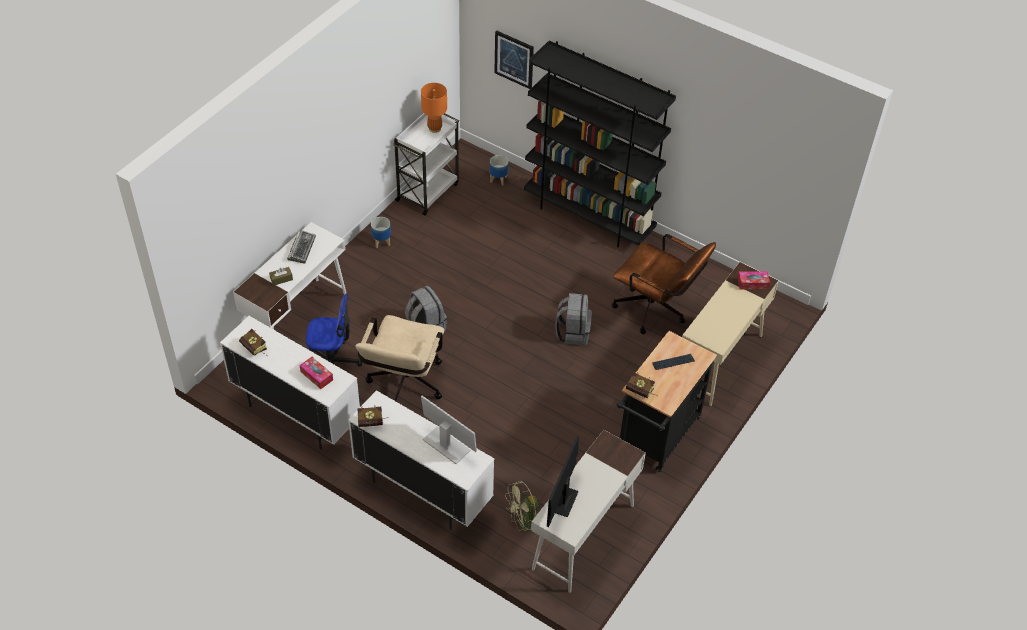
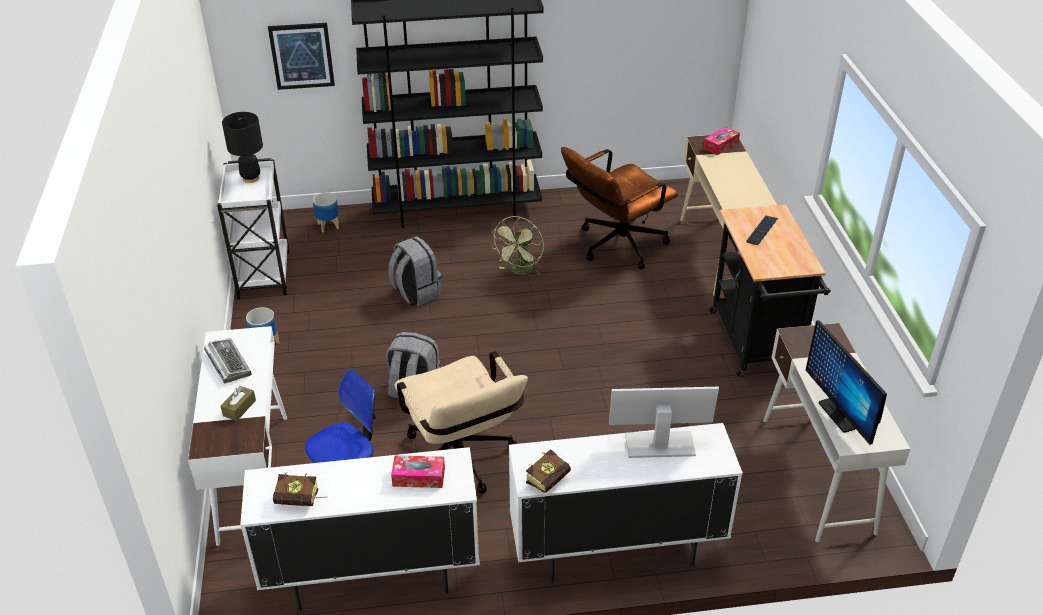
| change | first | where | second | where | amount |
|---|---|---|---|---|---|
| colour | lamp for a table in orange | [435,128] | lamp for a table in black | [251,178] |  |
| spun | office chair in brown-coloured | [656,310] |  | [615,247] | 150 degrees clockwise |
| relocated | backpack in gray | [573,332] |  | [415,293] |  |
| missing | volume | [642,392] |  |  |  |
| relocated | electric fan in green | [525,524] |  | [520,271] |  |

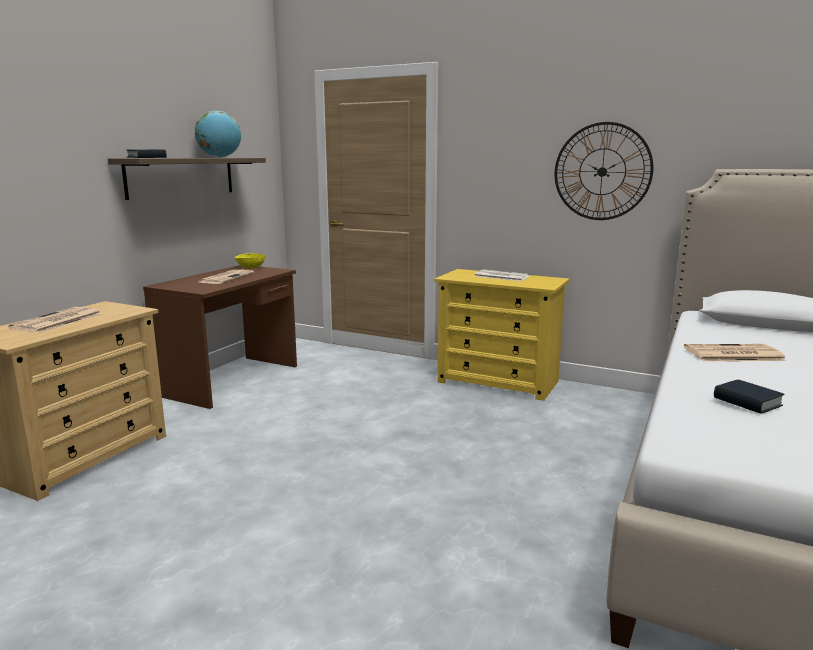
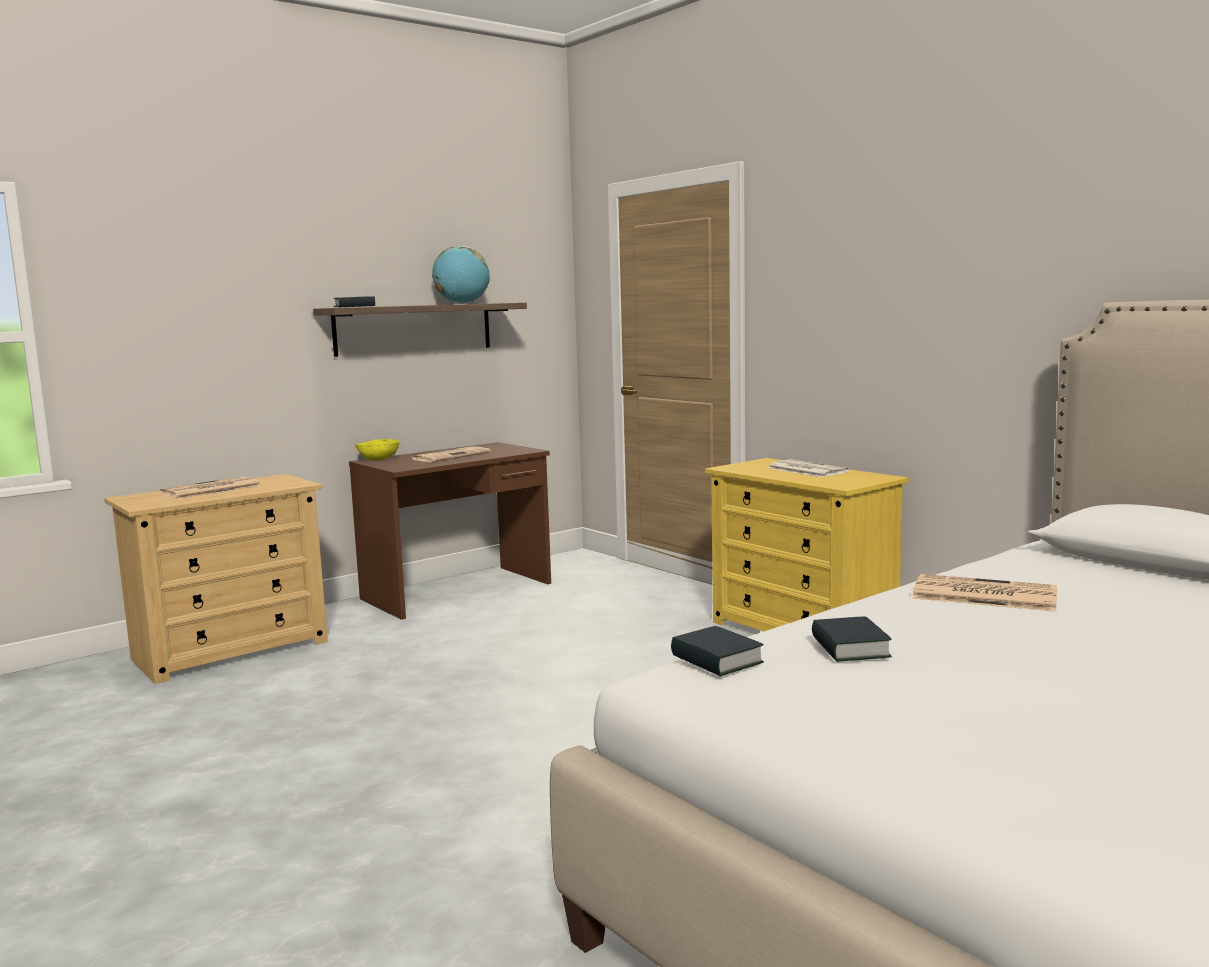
| change | first | where | second | where | amount |
|---|---|---|---|---|---|
| missing | wall clock | [602,171] |  |  |  |
| relocated | bowl in yellow-coloured | [250,268] |  | [378,460] |  |
| appeared |  |  | volume | [716,660] |  |

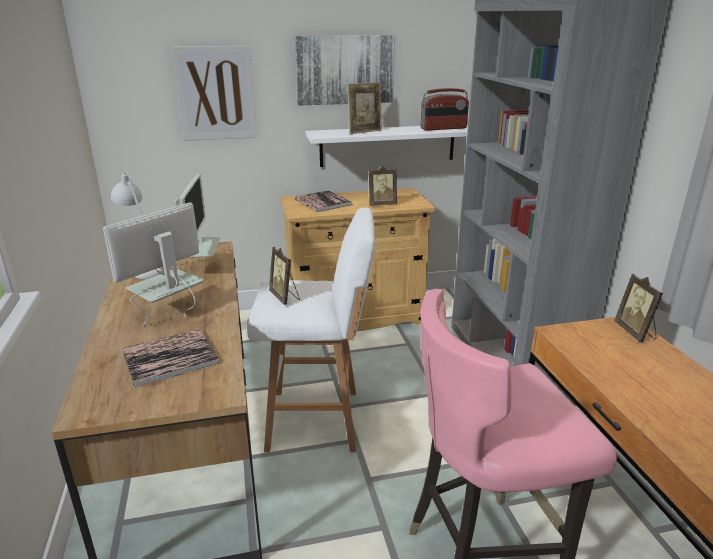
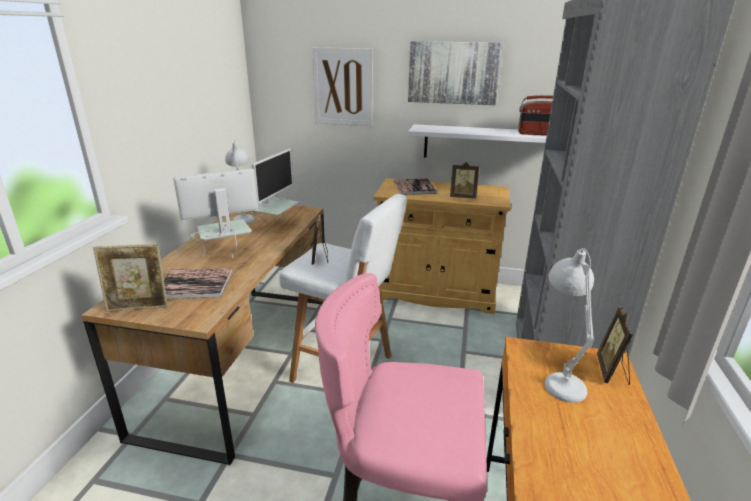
| change | first | where | second | where | amount |
|---|---|---|---|---|---|
| relocated | photo frame | [365,132] |  | [139,307] |  |
| appeared |  |  | lamp for a table in white | [559,376] |  |

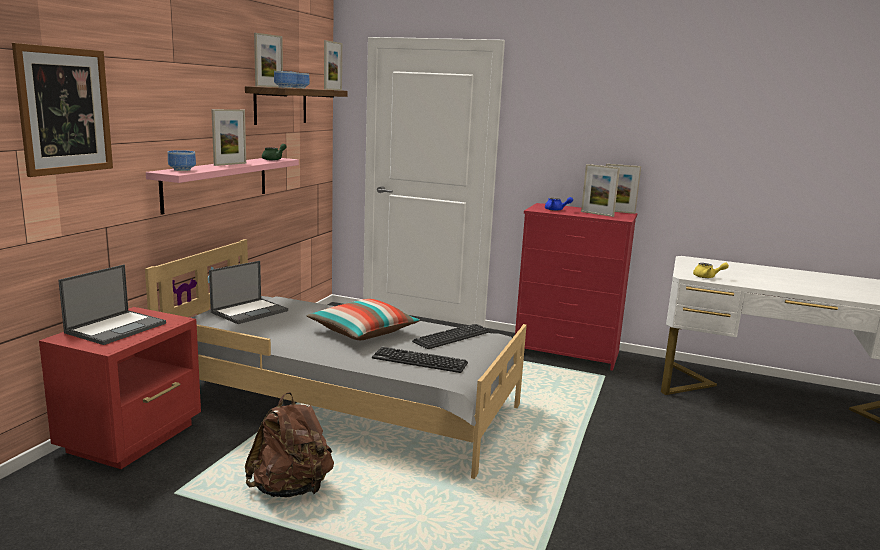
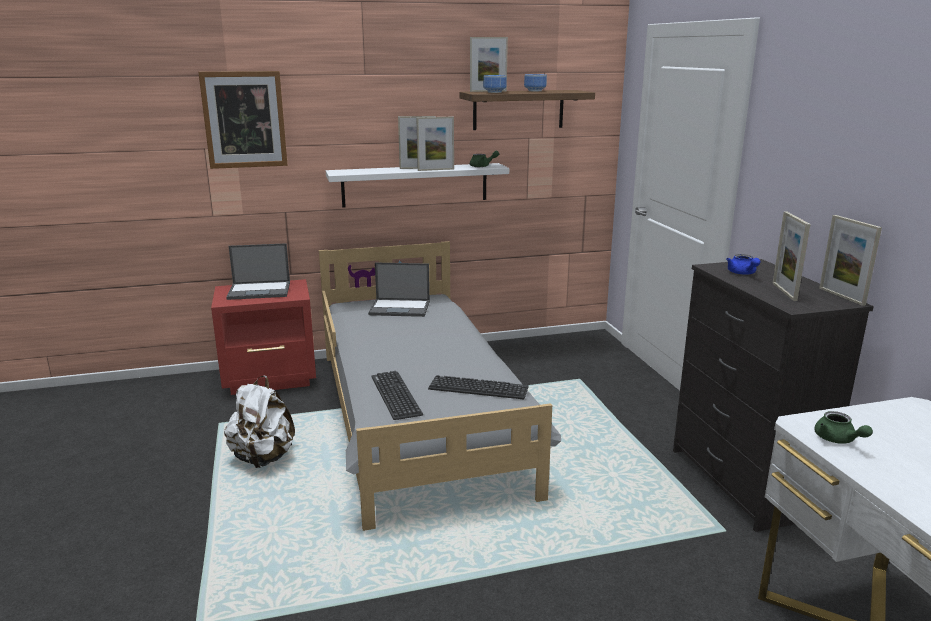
| change | first | where | second | where | amount |
|---|---|---|---|---|---|
| relocated | photo frame | [333,89] |  | [436,170] |  |
| missing | bowl | [182,170] |  |  |  |
| colour | bracket shelf in pink-coloured | [217,183] | bracket shelf in white | [415,185] |  |
| colour | dresser in red | [567,353] | dresser in black | [743,483] |  |
| colour | tea pot in yellow-coloured | [707,277] | tea pot in green | [838,440] |  |
| missing | cushion | [363,332] |  |  |  |
| colour | backpack in brown-coloured | [291,489] | backpack in white | [263,458] |  |

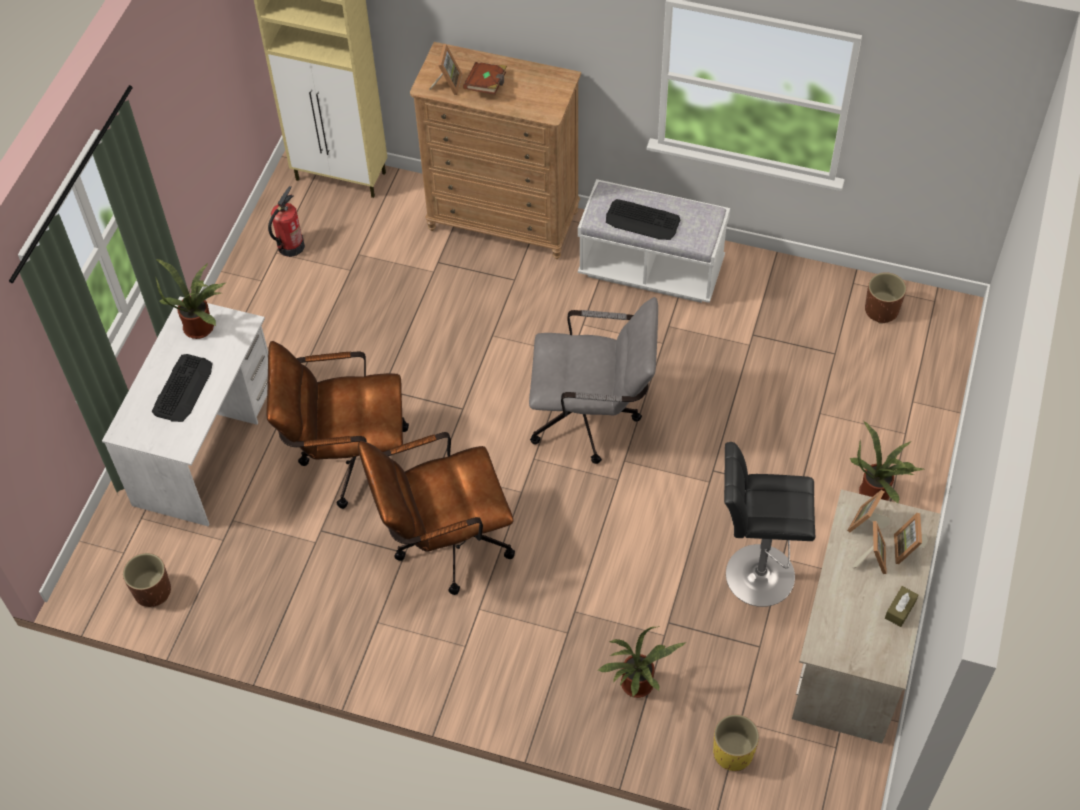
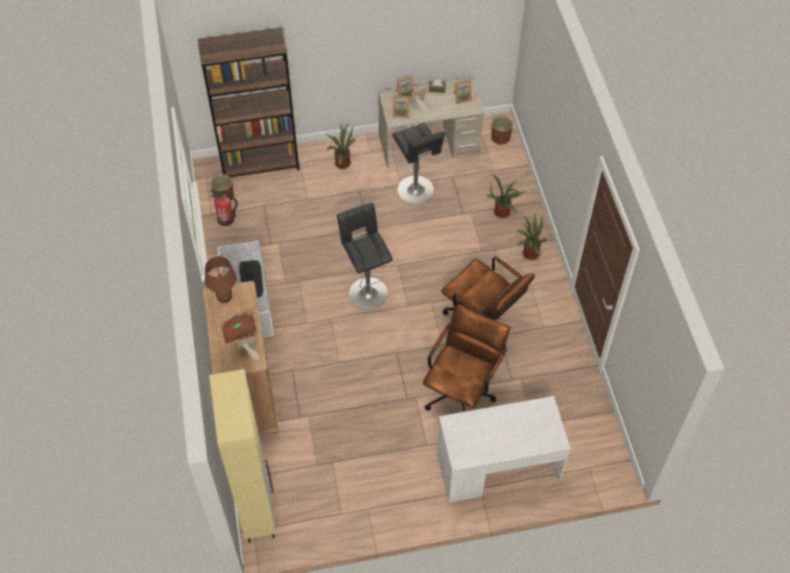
| change | first | where | second | where | amount |
|---|---|---|---|---|---|
| relocated | fire extinguisher | [290,246] |  | [226,219] |  |
| relocated | houseplant | [201,326] |  | [528,253] |  |
| exchanged | office chair in gray | [593,418] | stool in black | [366,291] |  |
| spun | office chair in brown-coloured | [348,459] |  | [462,390] | 120 degrees counterclockwise |
| missing | keyboard | [183,388] |  |  |  |
| relocated | flower pot in brown-coloured | [152,591] |  | [500,138] |  |
| missing | flower pot in yellow-coloured | [733,753] |  |  |  |
| appeared |  |  | bookshelf in brown-coloured | [260,164] |  |
| appeared |  |  | photo frame | [462,98] |  |
| appeared |  |  | lamp for a table in brown-coloured | [224,297] |  |

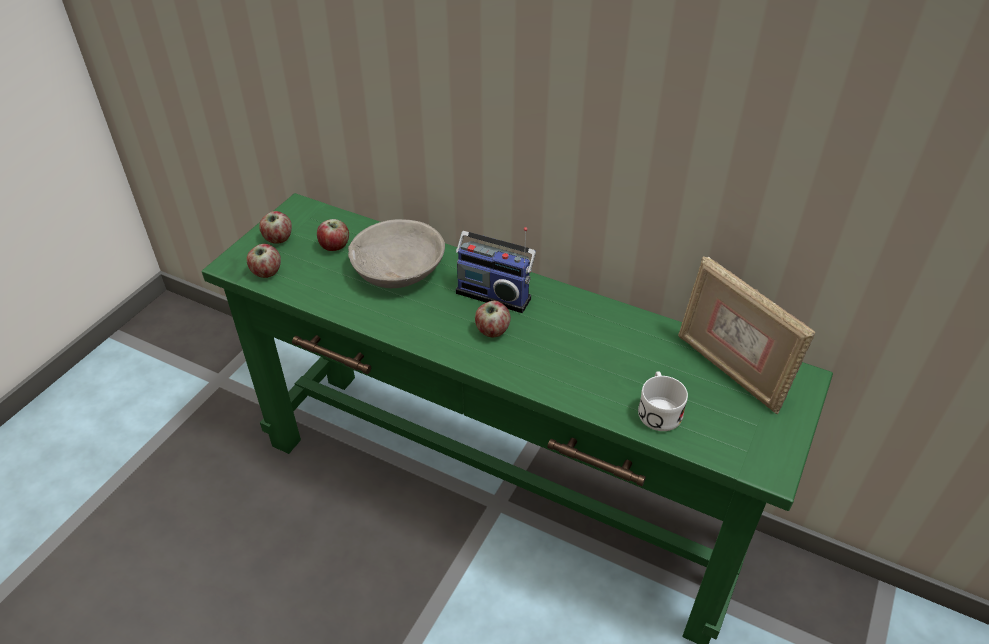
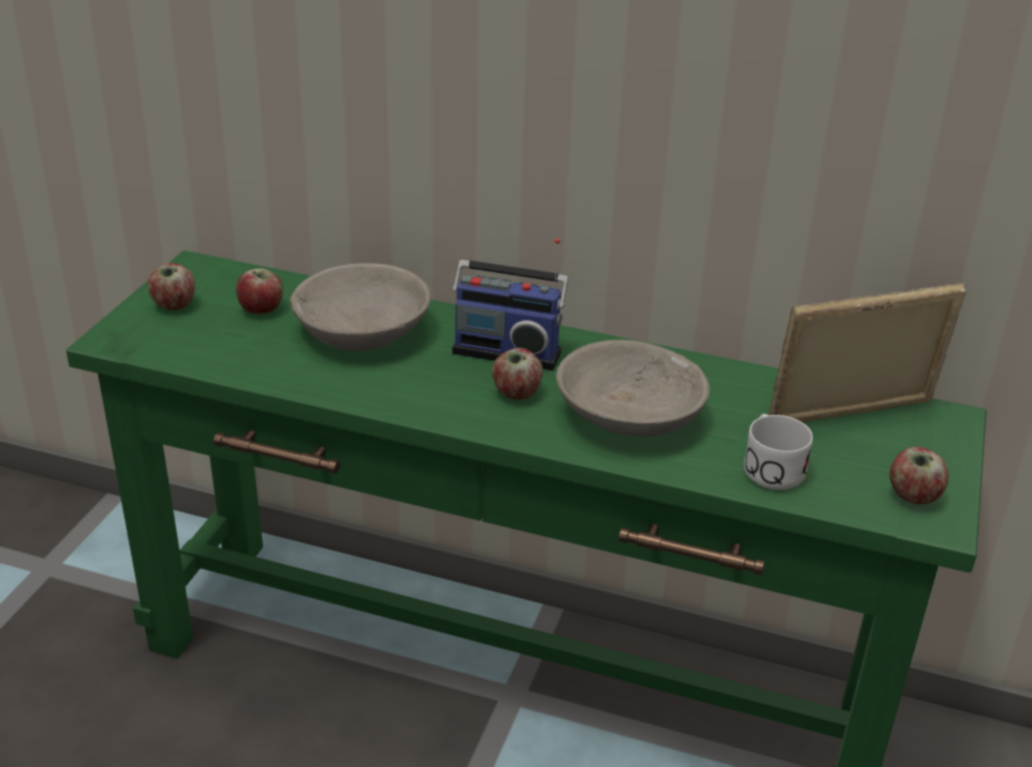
| change | first | where | second | where | amount |
|---|---|---|---|---|---|
| relocated | whole apple | [266,272] |  | [913,496] |  |
| spun | photo frame | [730,371] |  | [852,416] | 120 degrees clockwise |
| appeared |  |  | bowl in gray | [628,416] |  |

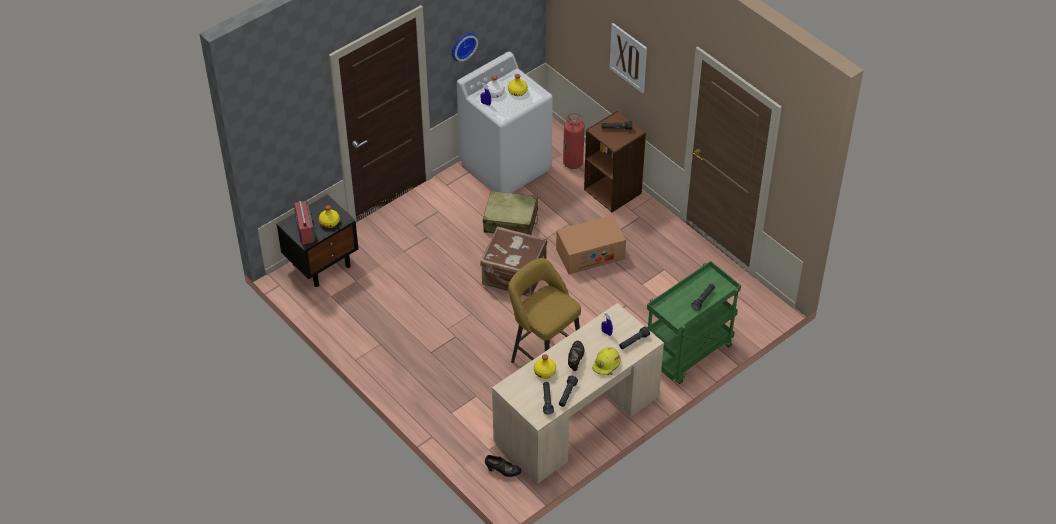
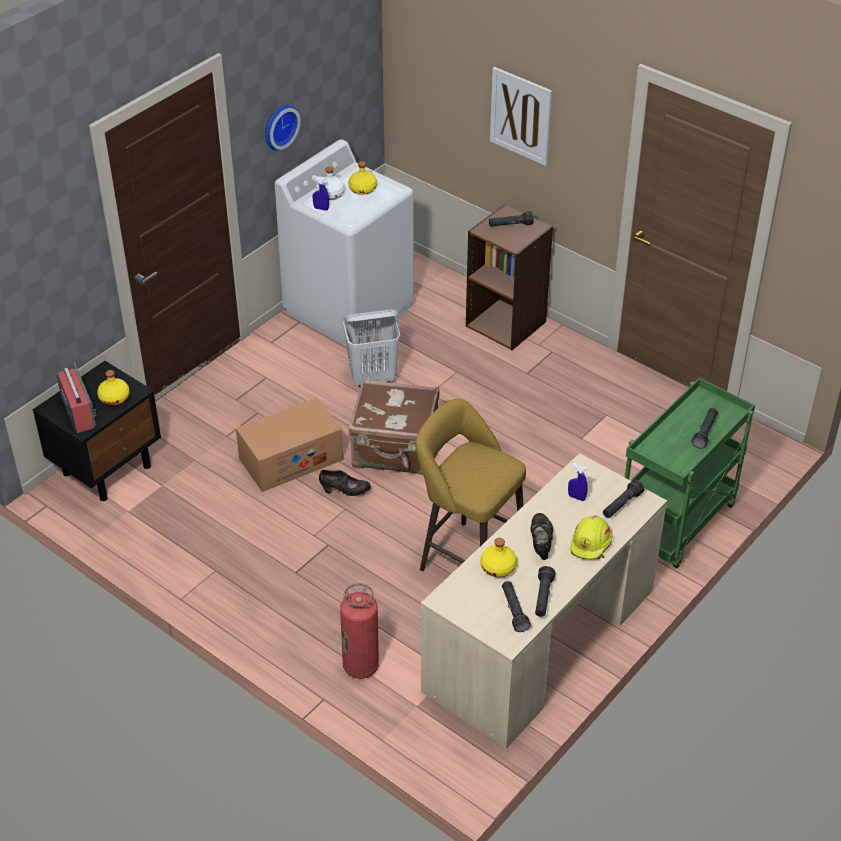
| change | first | where | second | where | amount |
|---|---|---|---|---|---|
| relocated | fire extinguisher | [573,163] |  | [361,666] |  |
| exchanged | suitcase in sand-coloured | [511,221] | laundry basket in white | [373,378] |  |
| relocated | carton | [590,254] |  | [291,459] |  |
| relocated | shoe in black | [503,471] |  | [345,491] |  |

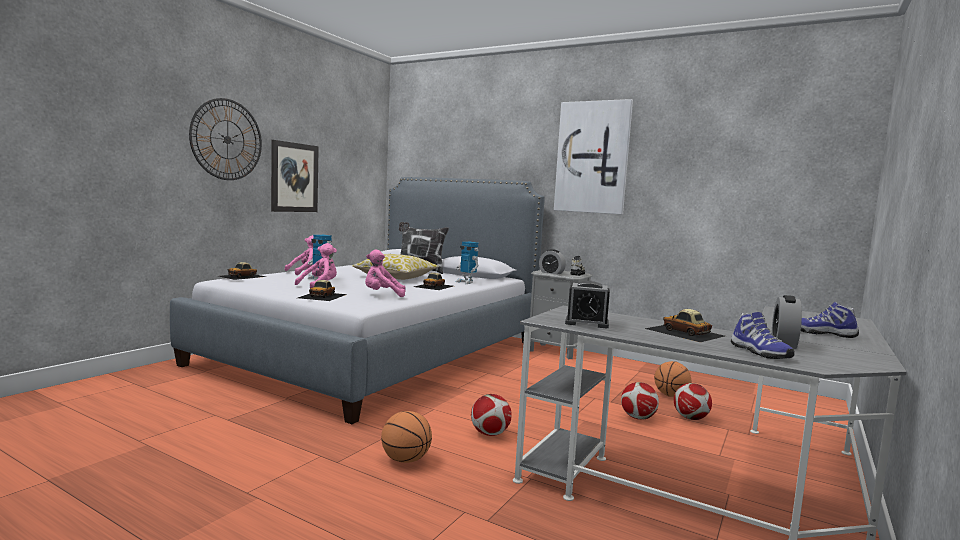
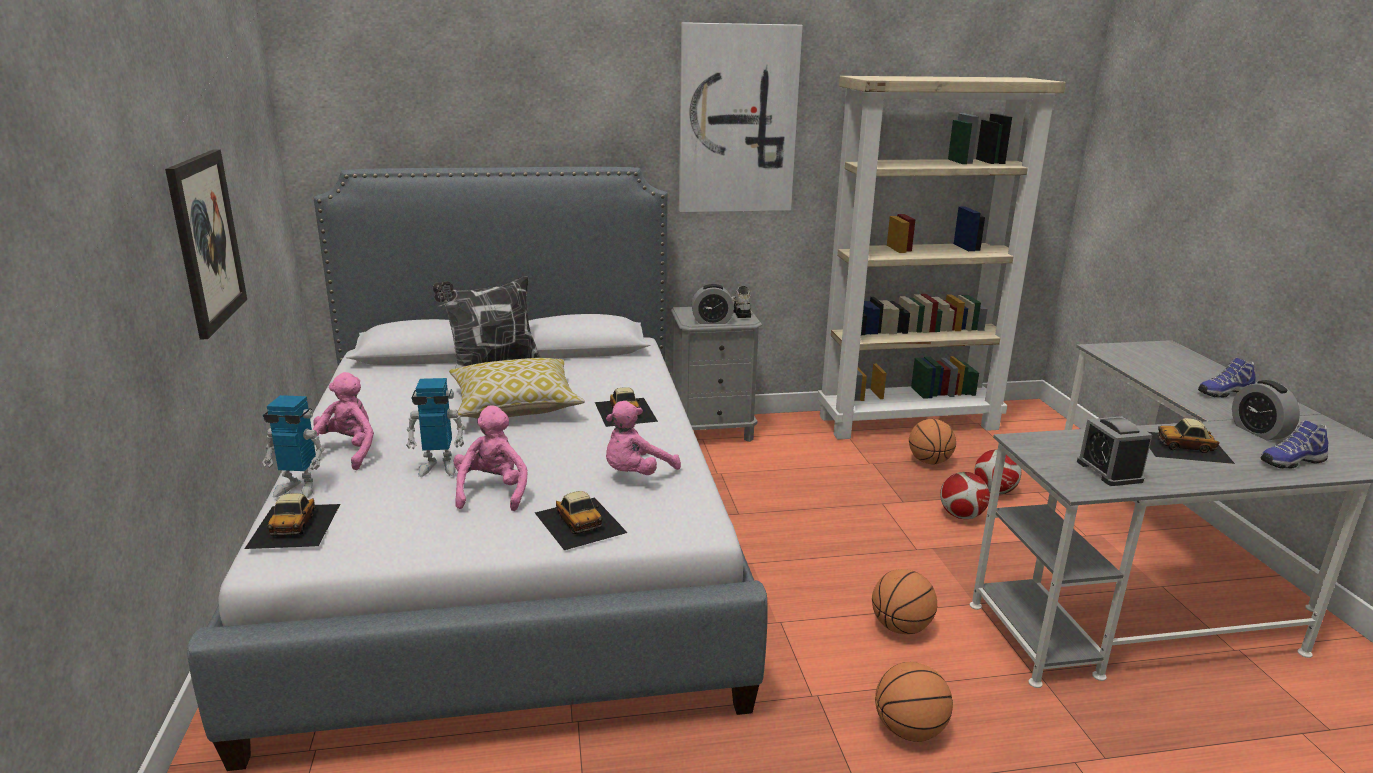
| change | first | where | second | where | amount |
|---|---|---|---|---|---|
| missing | wall clock | [227,139] |  |  |  |
| relocated | robot figure | [466,282] |  | [298,488] |  |
| spun | table clock | [586,323] |  | [1109,471] | 105 degrees clockwise |
| spun | shoe | [758,352] |  | [1290,461] | 135 degrees clockwise |
| exchanged | football ball | [490,434] | ball for basketball | [900,627] |  |
| appeared |  |  | bookshelf in sand-coloured | [908,422] |  |

